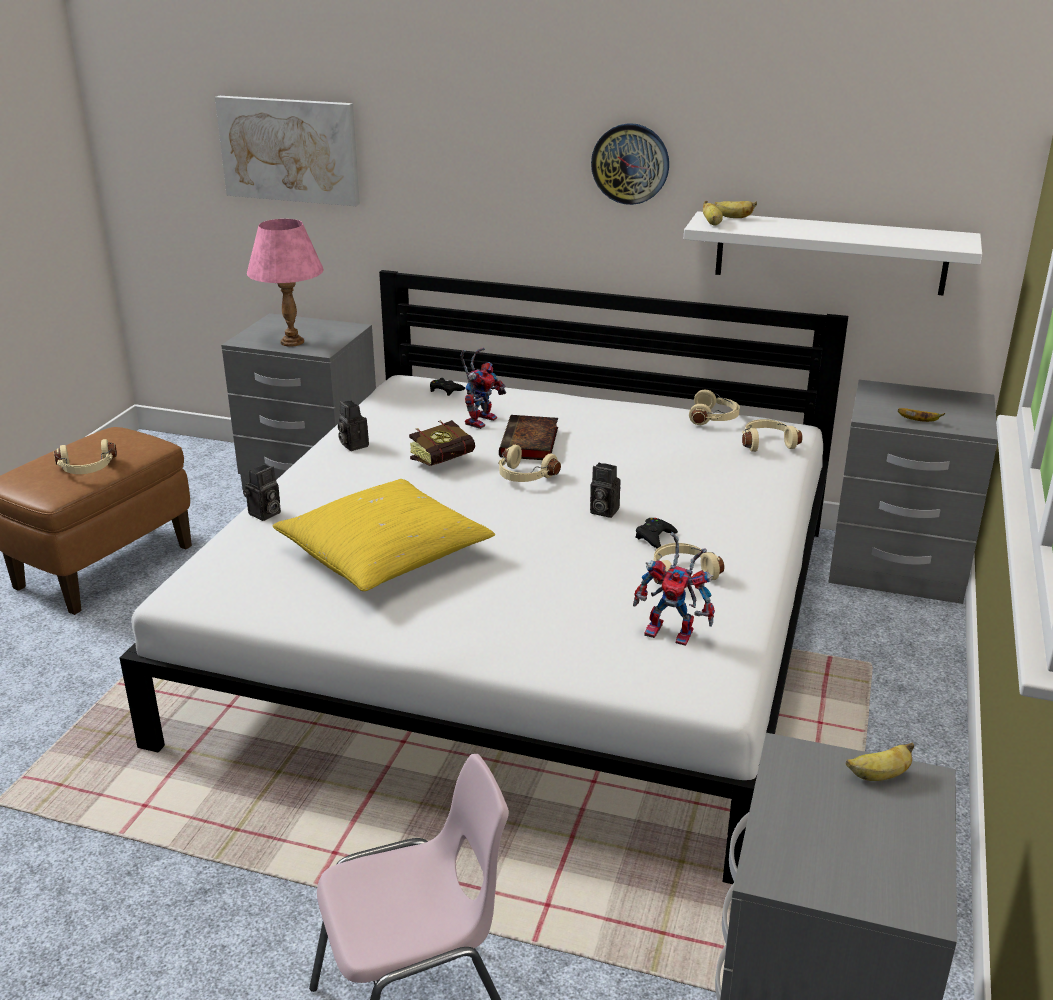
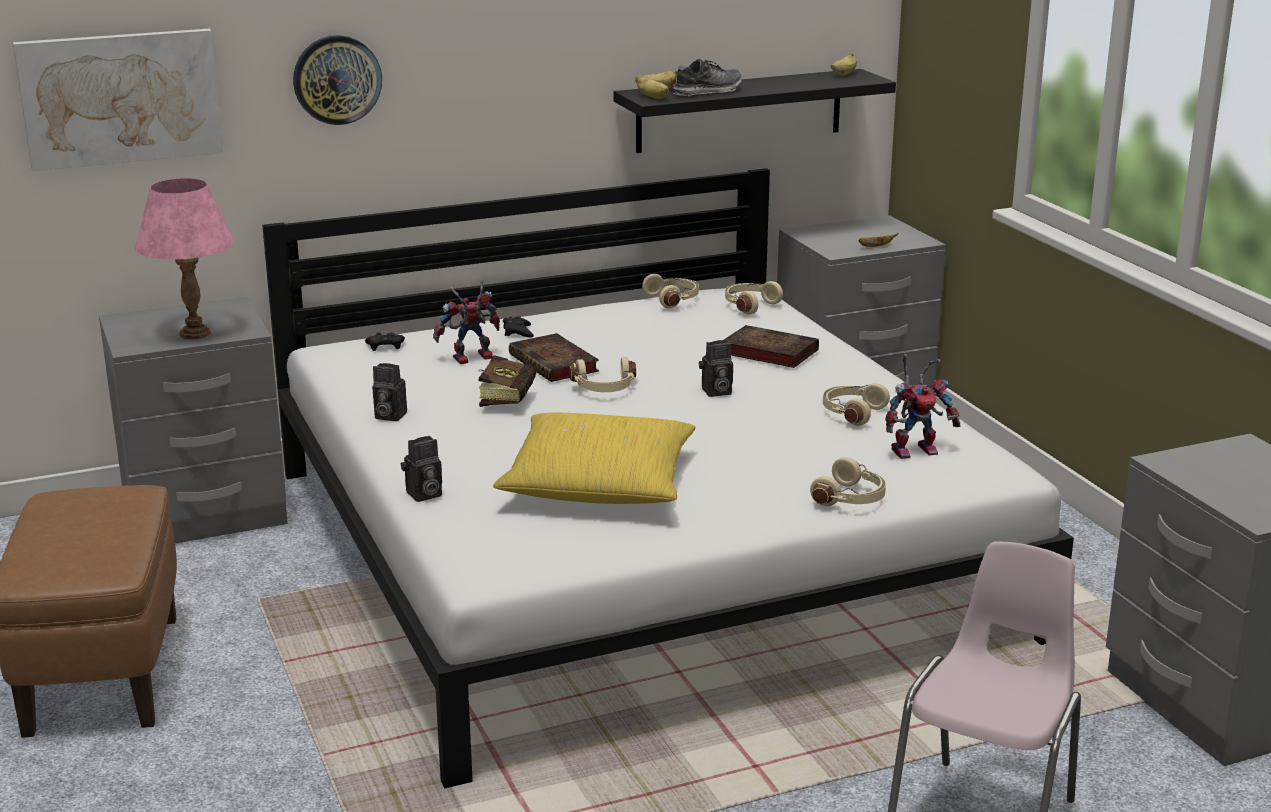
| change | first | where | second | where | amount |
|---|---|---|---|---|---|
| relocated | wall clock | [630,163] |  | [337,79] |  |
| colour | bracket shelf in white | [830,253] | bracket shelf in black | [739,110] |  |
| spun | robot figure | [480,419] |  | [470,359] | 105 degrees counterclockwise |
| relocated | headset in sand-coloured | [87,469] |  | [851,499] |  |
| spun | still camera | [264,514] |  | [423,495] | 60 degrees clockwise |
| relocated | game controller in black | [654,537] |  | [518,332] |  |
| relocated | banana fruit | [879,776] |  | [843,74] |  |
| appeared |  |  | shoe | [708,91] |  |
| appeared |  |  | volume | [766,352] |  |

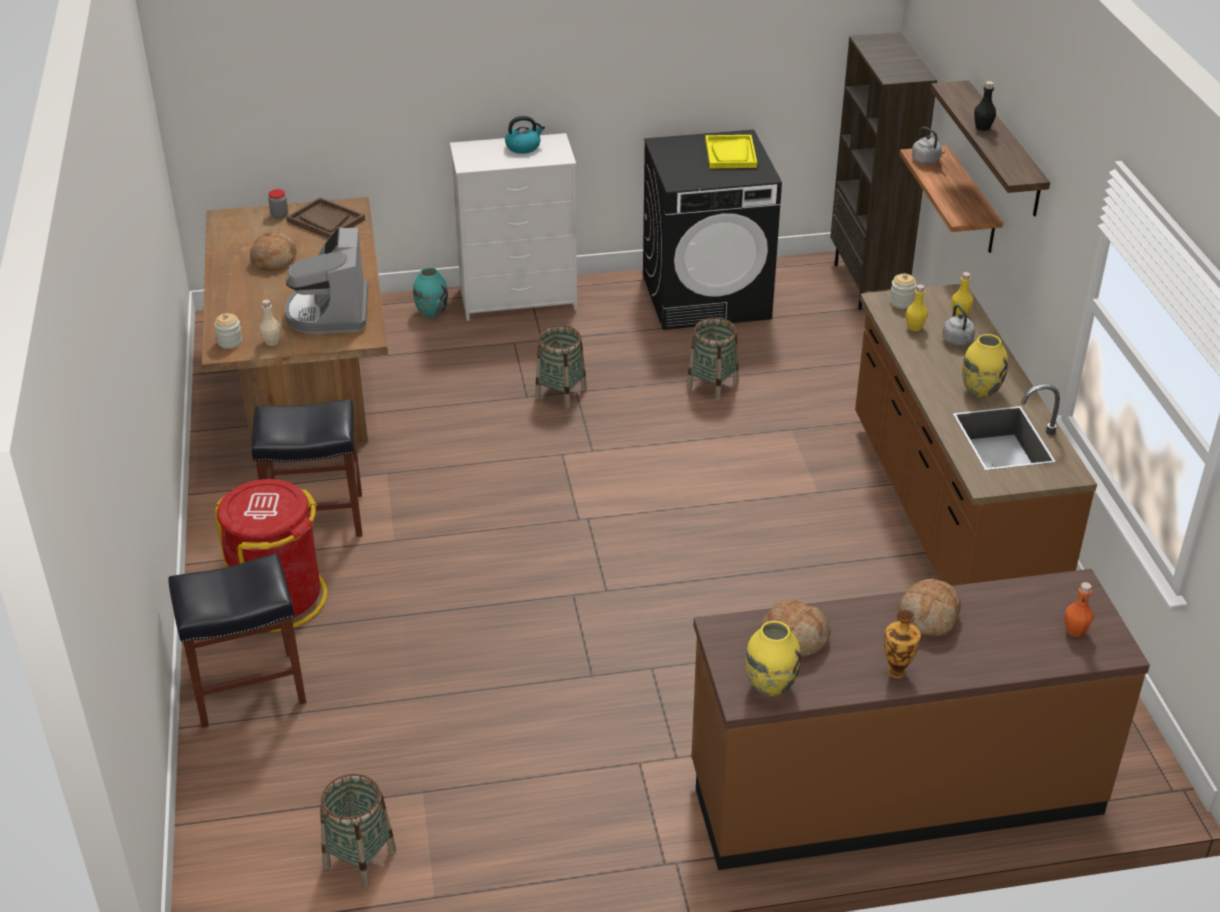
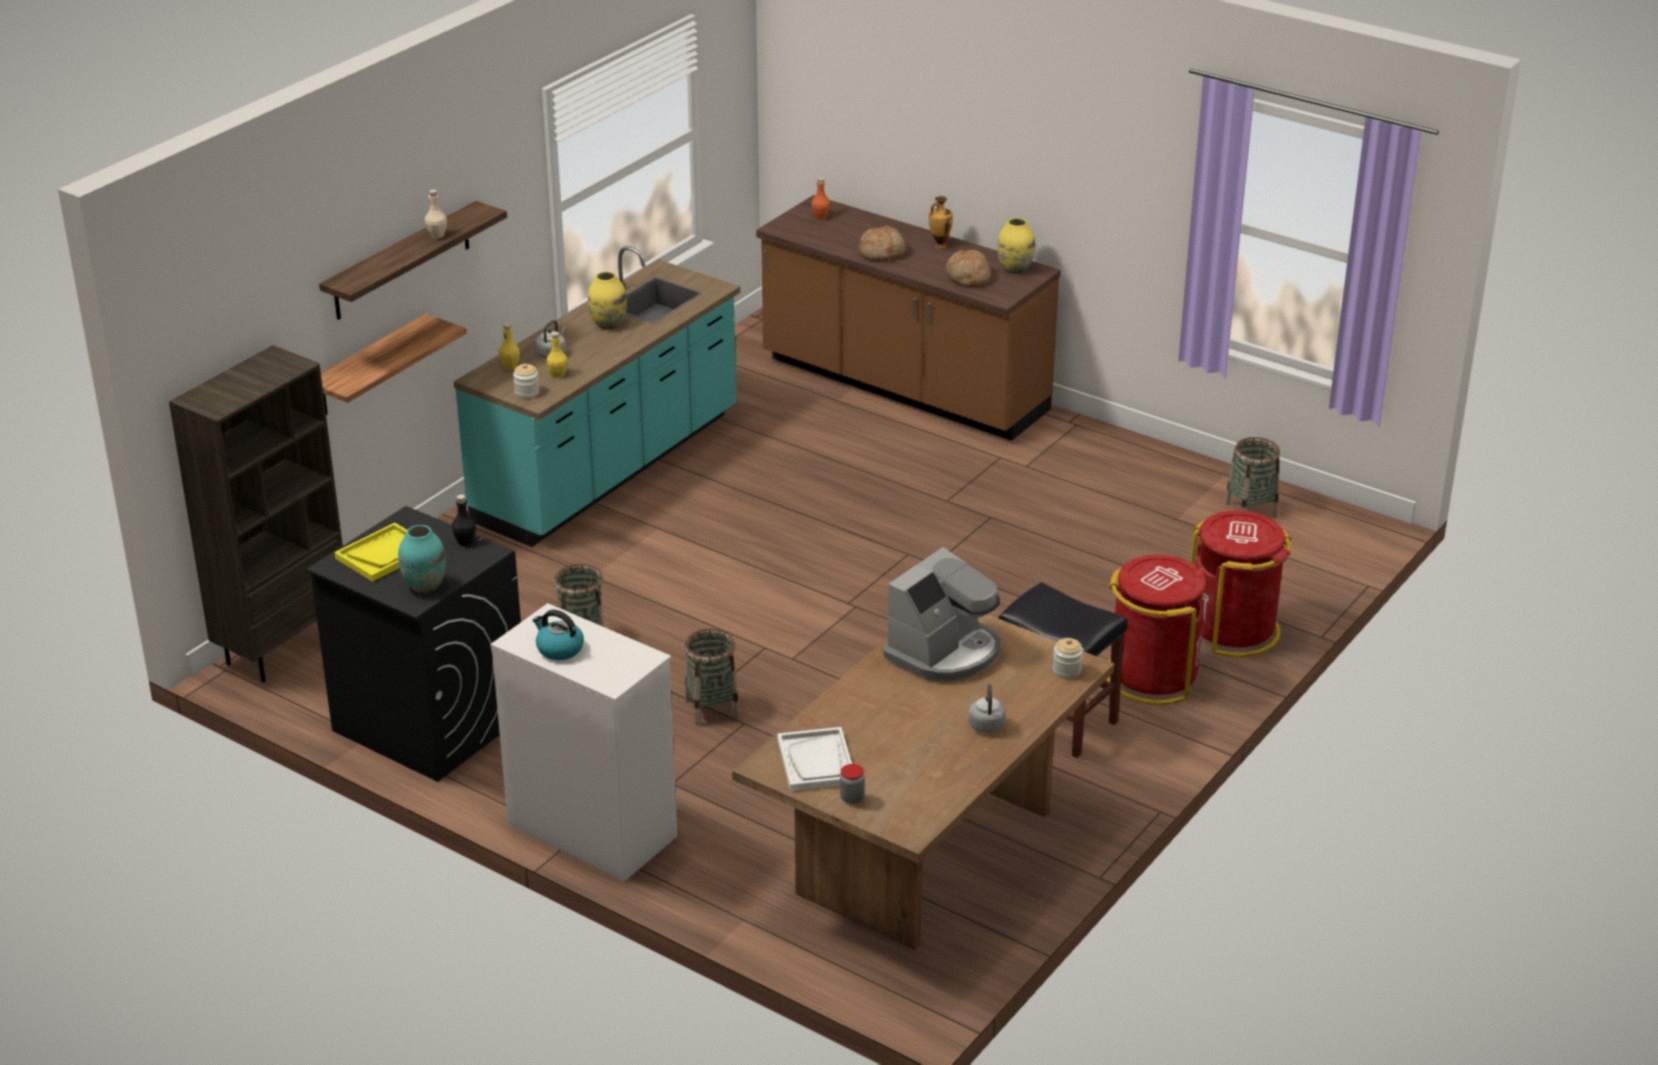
| change | first | where | second | where | amount |
|---|---|---|---|---|---|
| relocated | bottle in black | [982,127] |  | [465,541] |  |
| relocated | tea kettle in gray | [927,161] |  | [986,724] |  |
| colour | carrying tray in brown-coloured | [325,221] | carrying tray in white | [816,762] |  |
| missing | baked bread | [273,260] |  |  |  |
| relocated | decorative vase in blue-green | [431,313] |  | [424,586] |  |
| colour | kitchen counter in brown-coloured | [947,517] | kitchen counter in blue-green | [609,469] |  |
| relocated | bottle in sand-coloured | [272,342] |  | [437,235] |  |
| exchanged | stool in black | [249,687] | rubbish bin in red | [1233,630] |  |

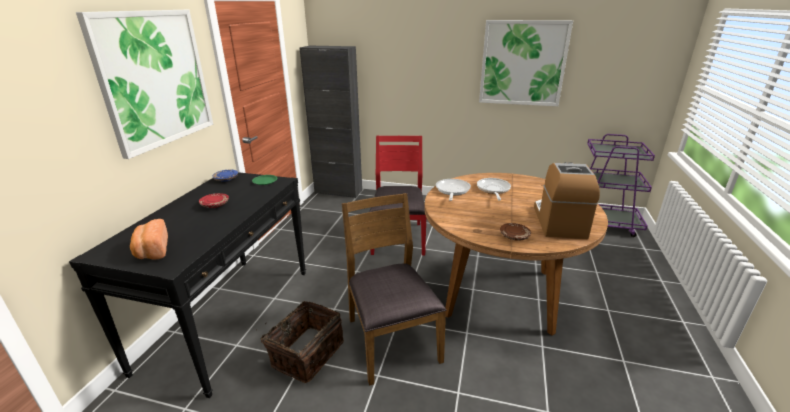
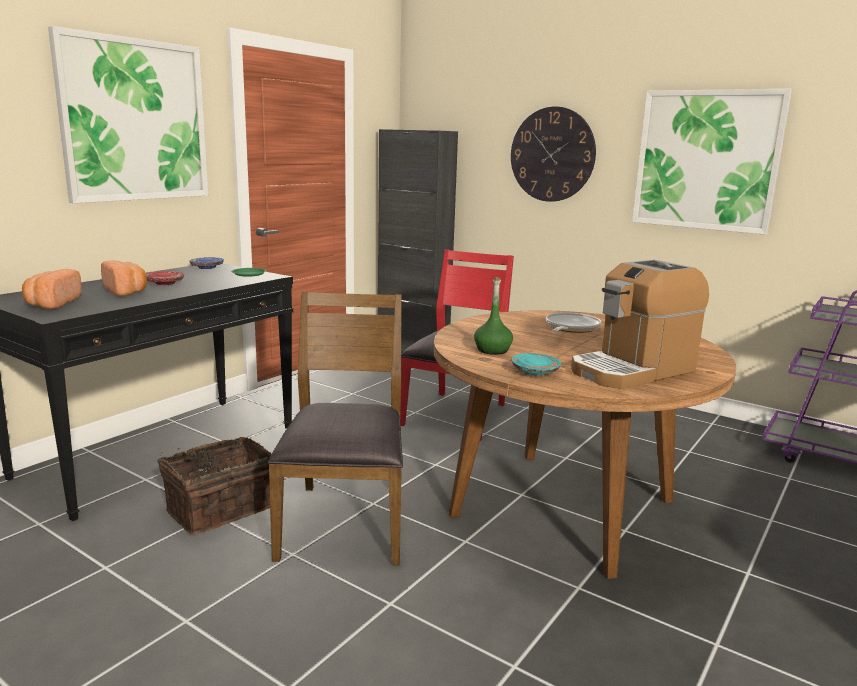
| change | first | where | second | where | amount |
|---|---|---|---|---|---|
| spun | coffee maker | [558,222] |  | [632,370] | 150 degrees counterclockwise |
| missing | skillet | [452,191] |  |  |  |
| colour | dinner plate in brown-coloured | [514,236] | dinner plate in blue-green | [535,372] |  |
| appeared |  |  | wall clock | [552,154] |  |
| appeared |  |  | baked bread | [126,291] |  |
| appeared |  |  | bottle in green | [492,350] |  |

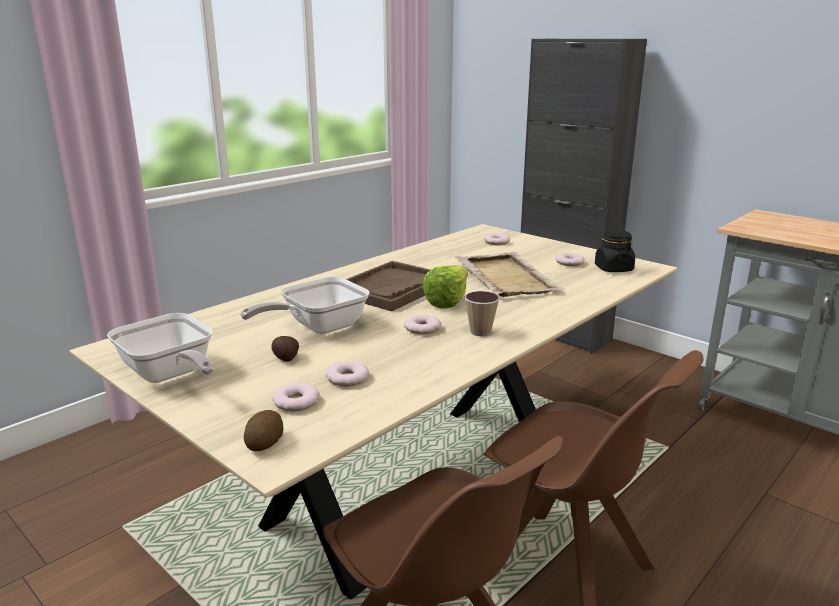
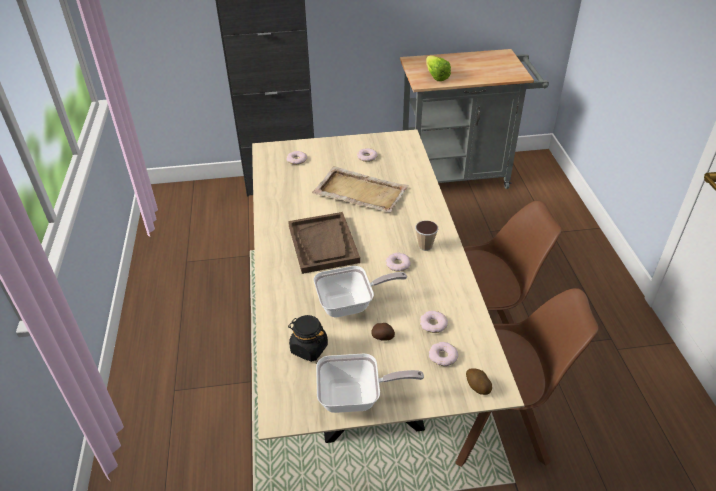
| change | first | where | second | where | amount |
|---|---|---|---|---|---|
| relocated | preserve jar in black | [613,269] |  | [309,348] |  |
| relocated | lettuce head | [451,300] |  | [435,75] |  |
| spun | skillet | [317,327] |  | [351,304] | 105 degrees counterclockwise |

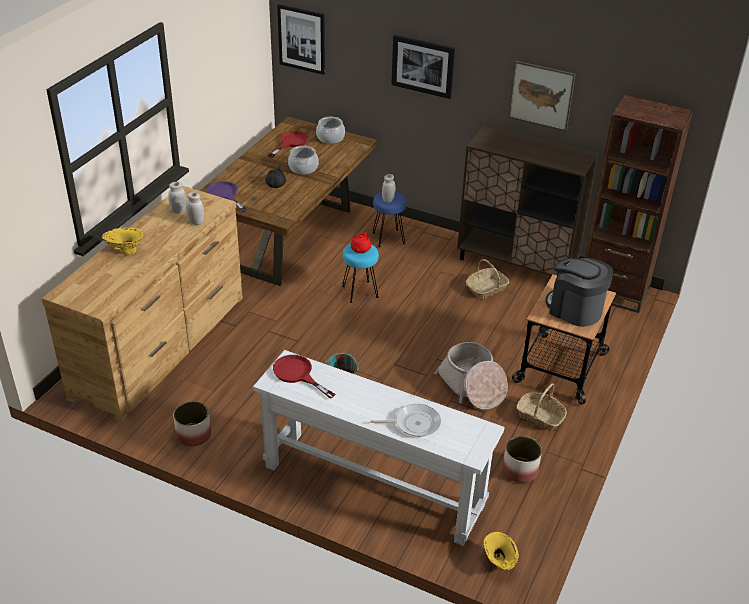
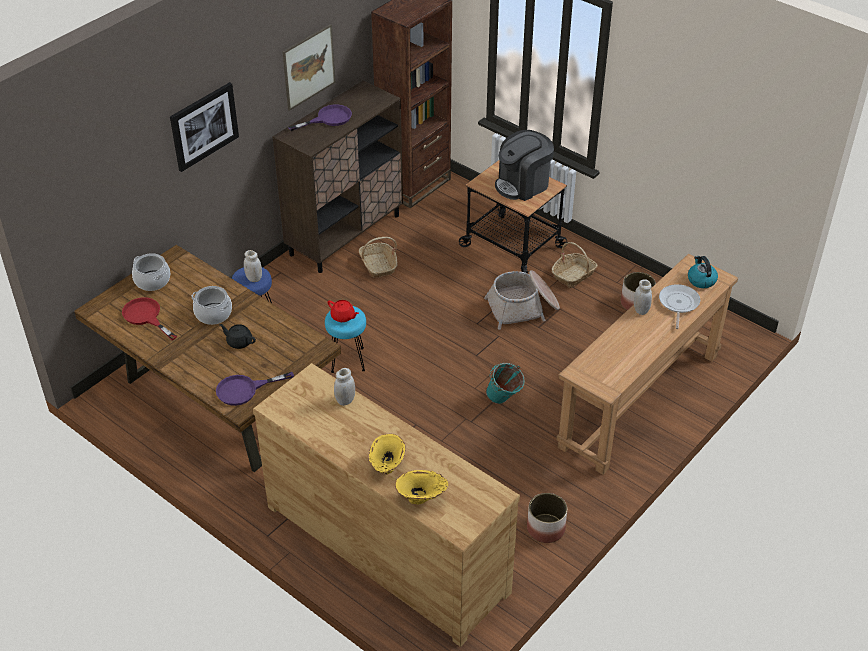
| change | first | where | second | where | amount |
|---|---|---|---|---|---|
| missing | picture | [302,39] |  |  |  |
| relocated | preserve jar in white | [178,210] |  | [641,310] |  |
| colour | narrow table in white | [373,485] | narrow table in brown-coloured | [639,400] |  |
| missing | skillet in red | [297,374] |  |  |  |
| relocated | decorative vase in yellow-coloured | [498,564] |  | [421,500] |  |
| appeared |  |  | skillet in purple | [328,119] |  |
| appeared |  |  | tea kettle | [701,280] |  |

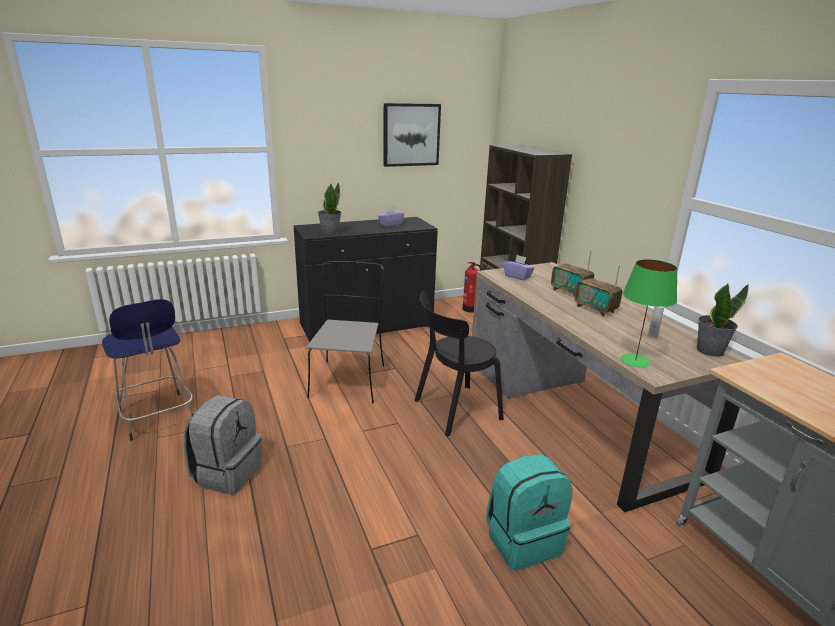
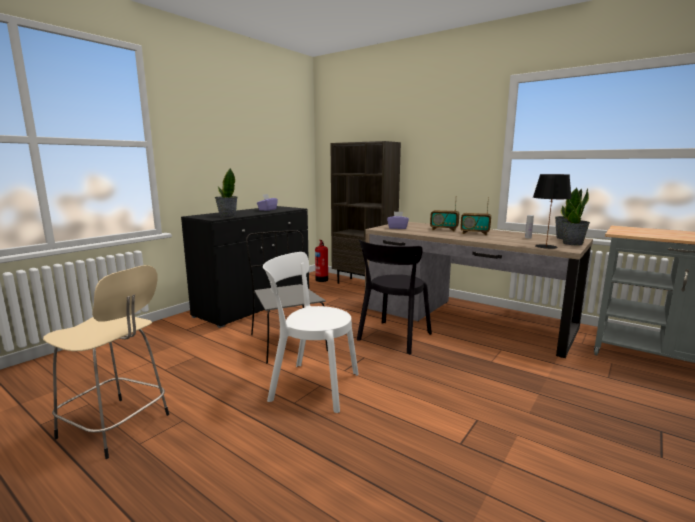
| change | first | where | second | where | amount |
|---|---|---|---|---|---|
| missing | picture | [411,135] |  |  |  |
| colour | lamp for a table in green | [636,360] | lamp for a table in black | [546,246] |  |
| colour | stool in bluish | [157,417] | stool in sand-coloured | [117,427] |  |
| missing | backpack in gray | [227,472] |  |  |  |
| missing | backpack in blue-green | [523,540] |  |  |  |
| appeared |  |  | houseplant | [572,243] |  |
| appeared |  |  | chair in white | [310,386] |  |

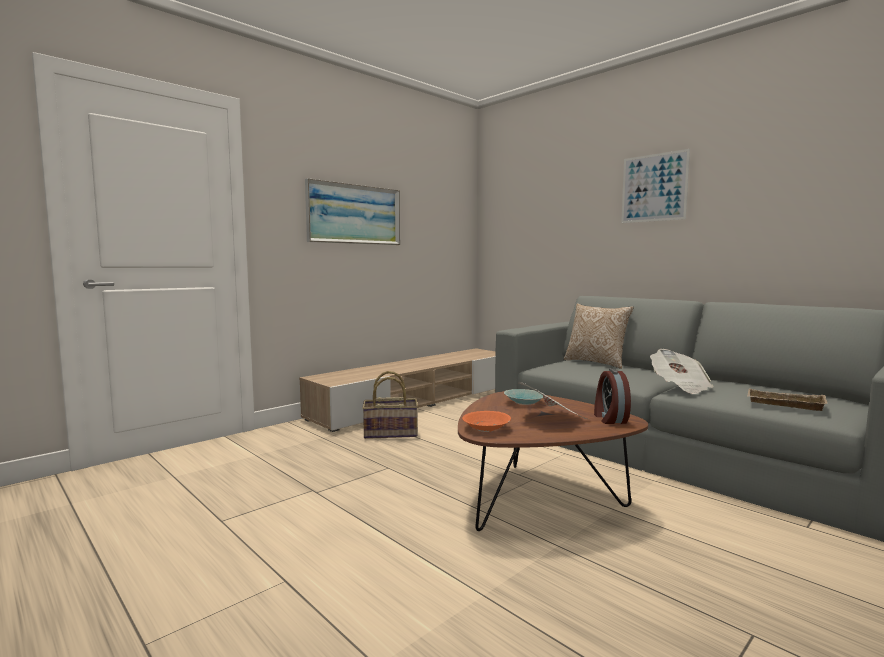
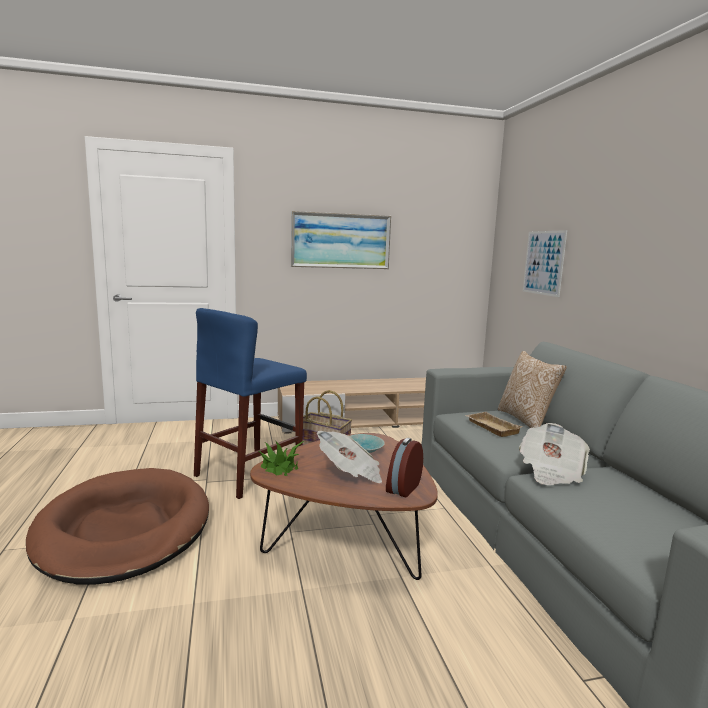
| change | first | where | second | where | amount |
|---|---|---|---|---|---|
| relocated | picture | [654,188] |  | [543,263] |  |
| relocated | carrying tray in sand-coloured | [783,404] |  | [490,427] |  |
| exchanged | bowl in orange | [487,429] | houseplant | [279,467] |  |
| appeared |  |  | stool in bluish | [249,473] |  |
| appeared |  |  | dog bed in brown-coloured | [124,529] |  |

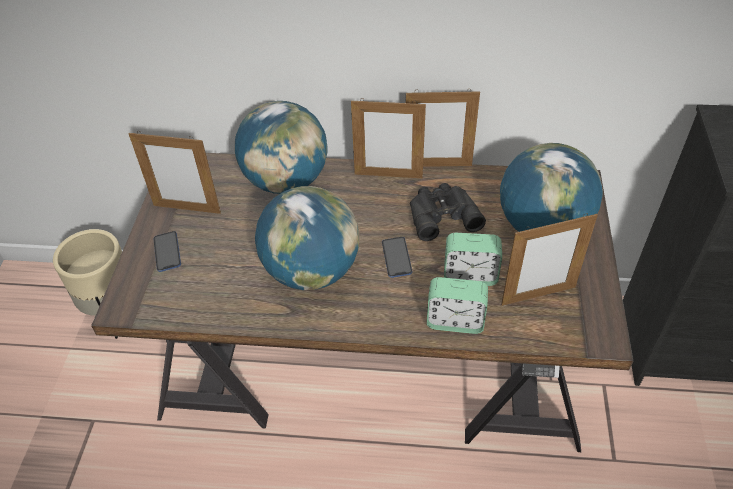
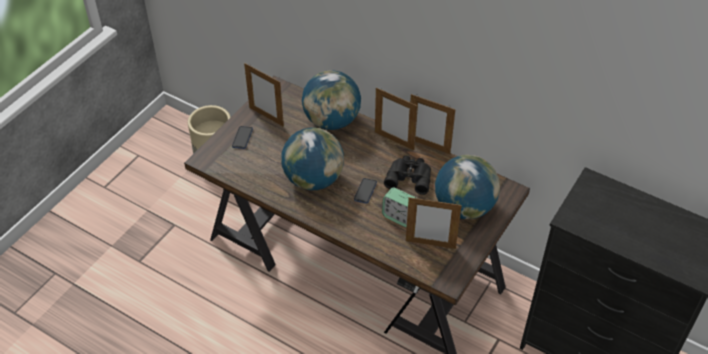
| change | first | where | second | where | amount |
|---|---|---|---|---|---|
| missing | table clock | [455,321] |  |  |  |

